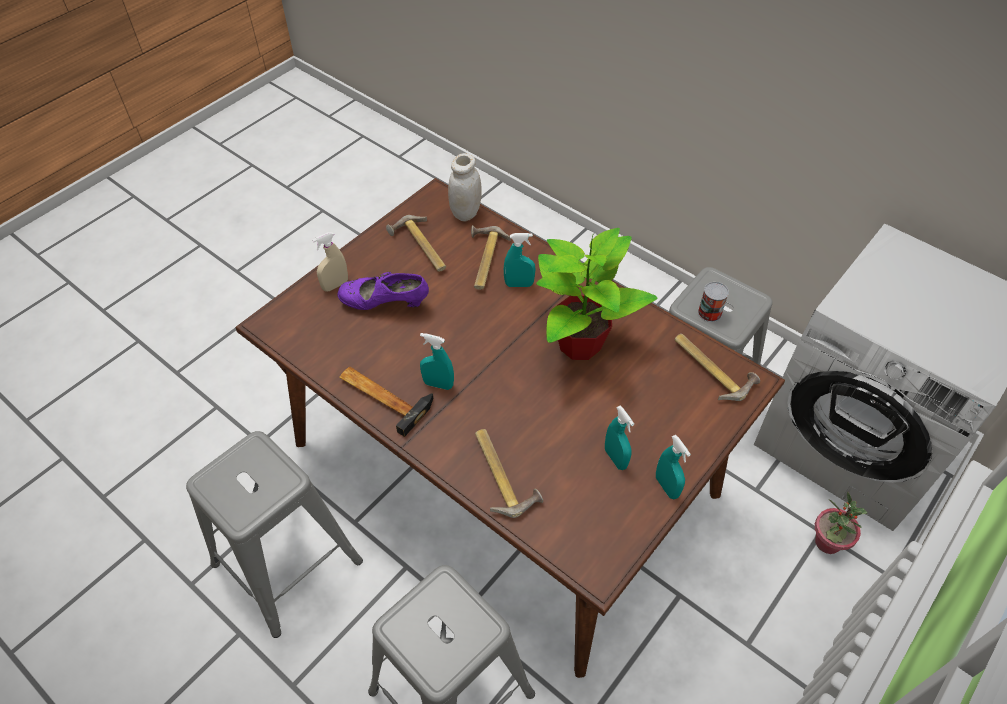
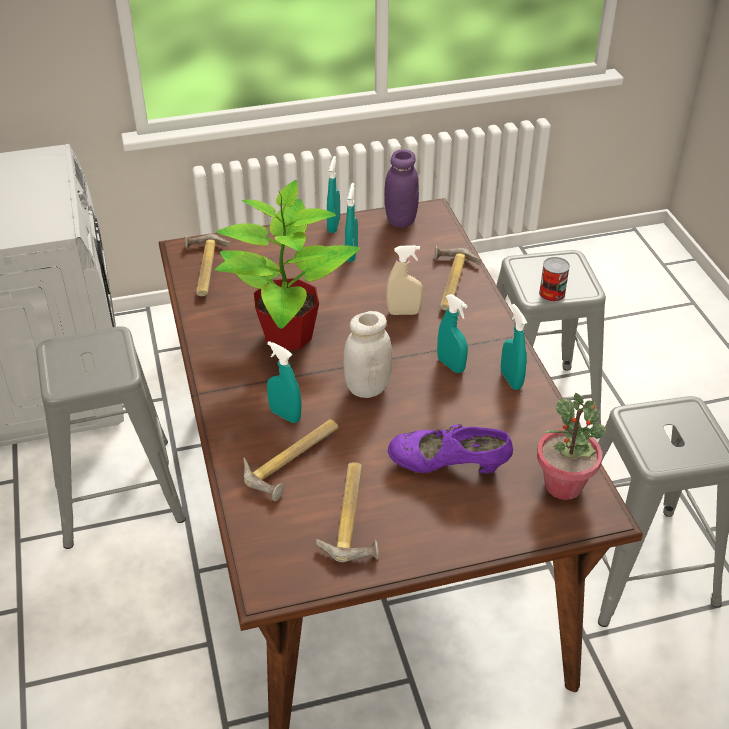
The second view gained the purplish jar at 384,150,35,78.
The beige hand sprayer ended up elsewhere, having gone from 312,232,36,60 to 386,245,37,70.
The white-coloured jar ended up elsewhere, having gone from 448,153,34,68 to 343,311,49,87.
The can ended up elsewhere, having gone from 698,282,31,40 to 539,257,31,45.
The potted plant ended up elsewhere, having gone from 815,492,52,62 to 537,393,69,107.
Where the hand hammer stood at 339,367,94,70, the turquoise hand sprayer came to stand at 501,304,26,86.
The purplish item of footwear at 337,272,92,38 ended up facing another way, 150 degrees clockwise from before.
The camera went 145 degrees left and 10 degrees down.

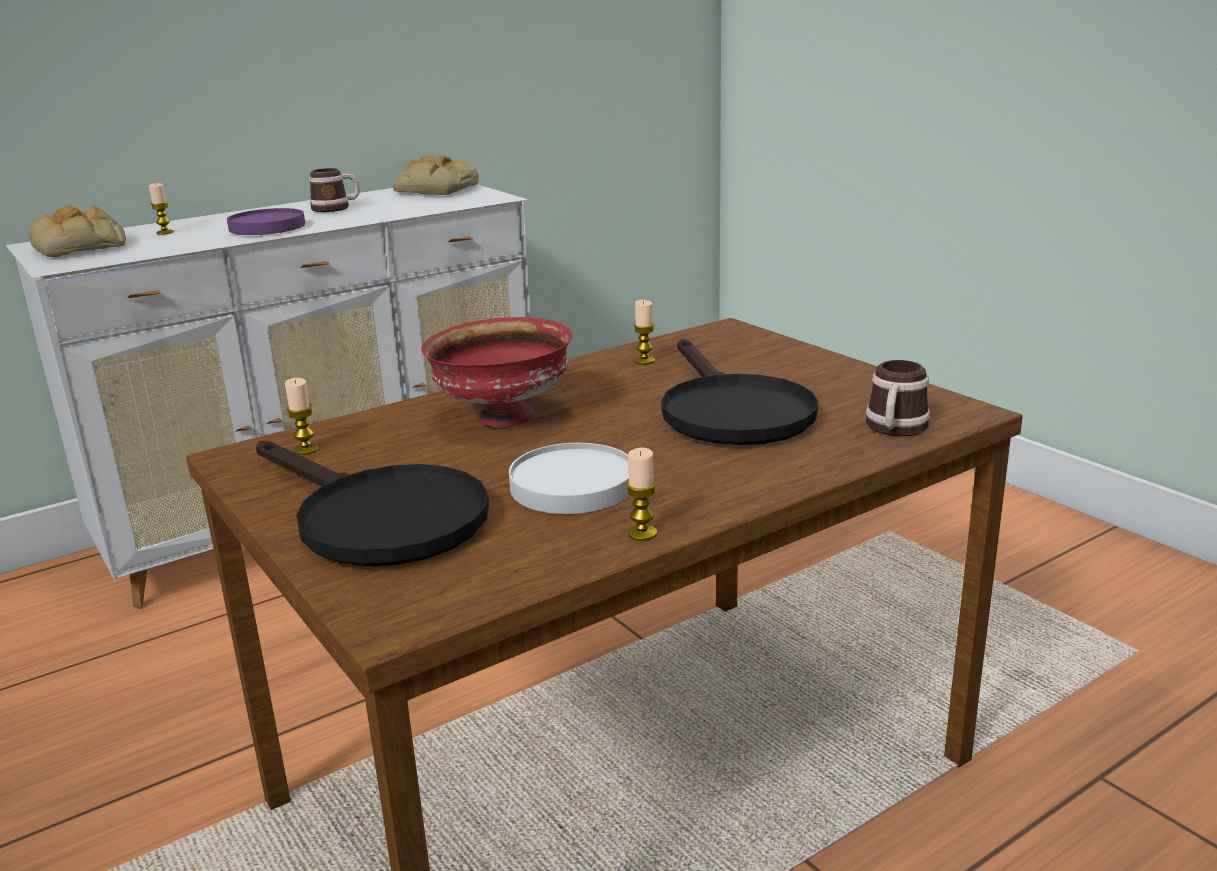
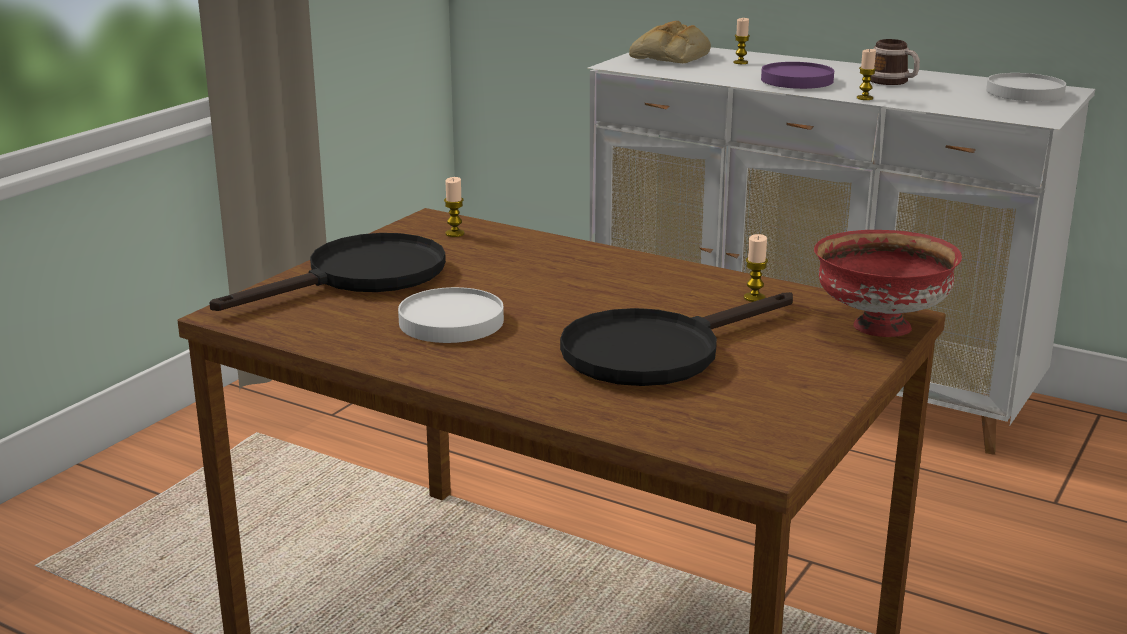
The second view lost the coffee mug at 865,360,65,76.
The red-coloured serving bowl ended up elsewhere, having gone from 421,317,151,110 to 814,230,148,107.
The wax light ended up elsewhere, having gone from 626,448,31,93 to 857,49,19,51.
Where the baked bread stood at 393,155,86,40, the white-coloured dinner plate came to stand at 986,73,80,28.
The blackish frying pan at 256,441,233,126 ended up facing another way, 150 degrees counterclockwise from before.
The camera went 65 degrees right and 0 degrees up.

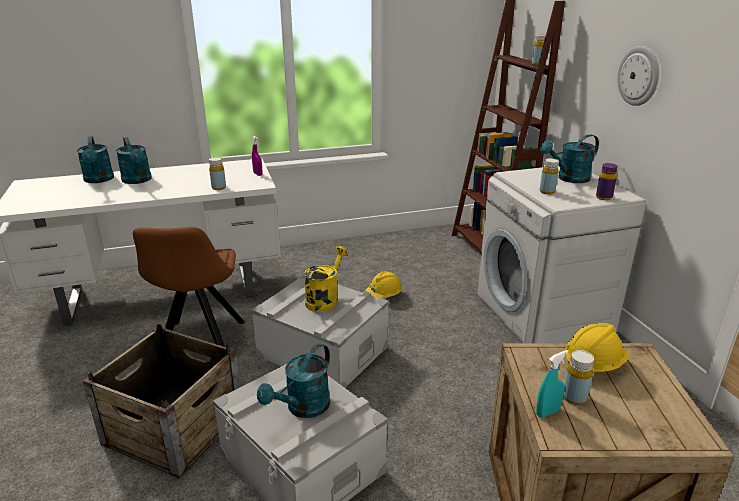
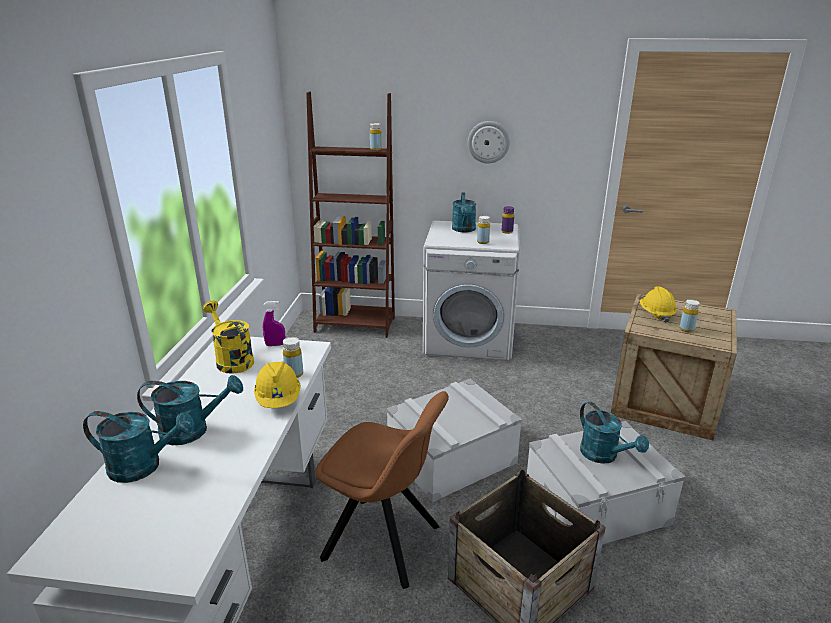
The second view lost the turquoise hand sprayer at 536,350,32,68.
The yellowish watering pot ended up elsewhere, having gone from 304,246,45,66 to 203,300,51,74.
The yellowish safety helmet ended up elsewhere, having gone from 365,271,37,28 to 254,361,47,47.
The camera went 65 degrees left and 0 degrees up.

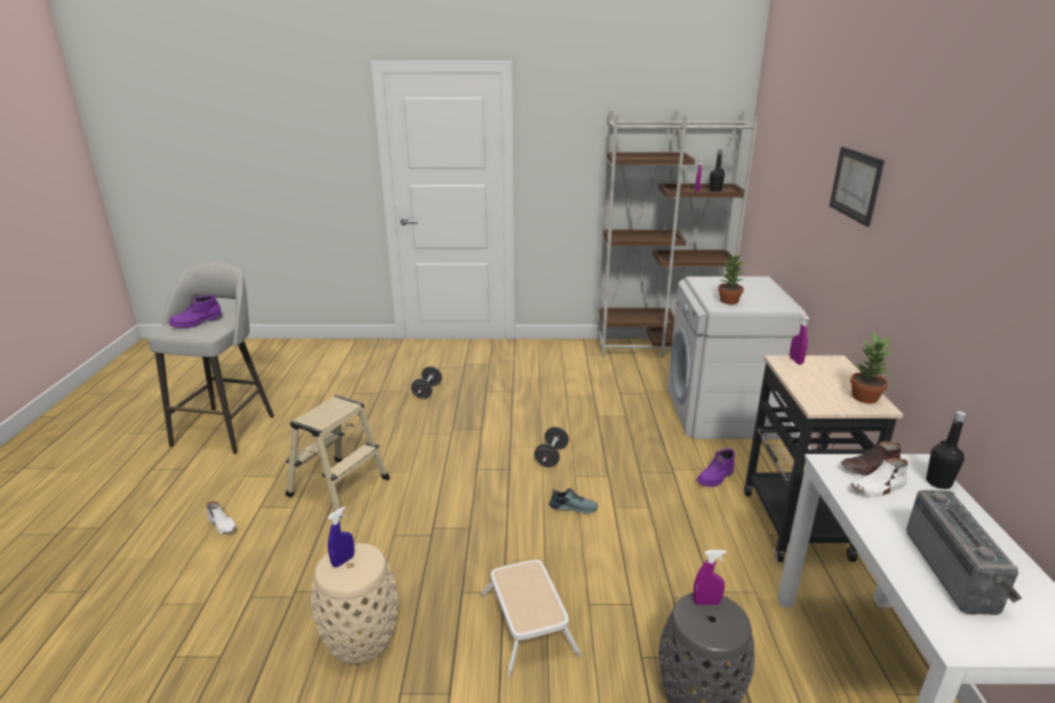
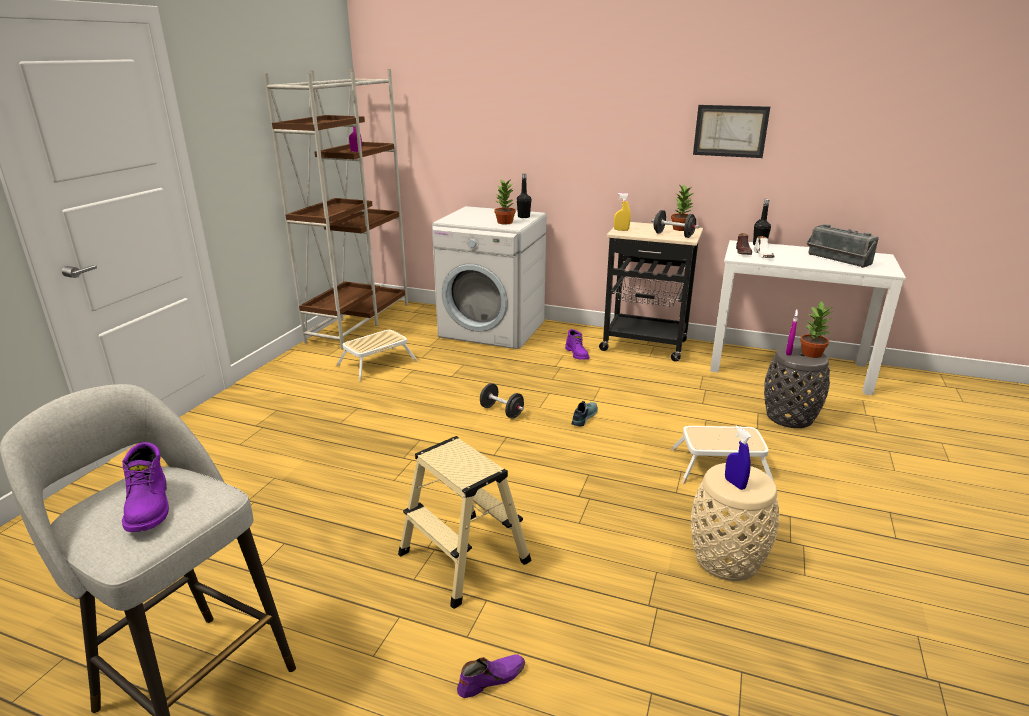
The second view gained the beige stepladder at 336,330,82,52.
The second view gained the potted plant at 800,300,33,58.
The blackish free weight ended up elsewhere, having gone from 411,366,31,33 to 651,210,48,28.
The blackish bottle ended up elsewhere, having gone from 709,149,16,42 to 517,174,14,44.
The picture ended up elsewhere, having gone from 829,147,56,80 to 693,105,77,53.
What was the white-coloured item of footwear at 206,501,31,34 turned into the purplish item of footwear at 457,654,68,44.
What was the purplish hand sprayer at 790,312,19,53 turned into the yellowish hand sprayer at 614,193,17,38.
The radio at 906,490,116,125 ended up facing another way, 150 degrees counterclockwise from before.
The camera went 70 degrees left and 0 degrees up.

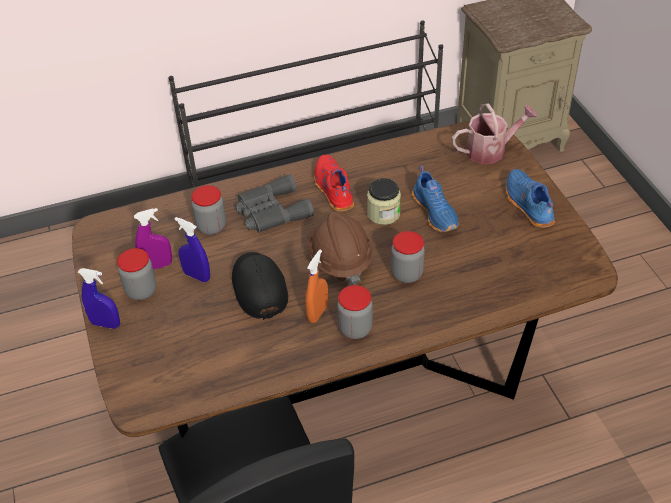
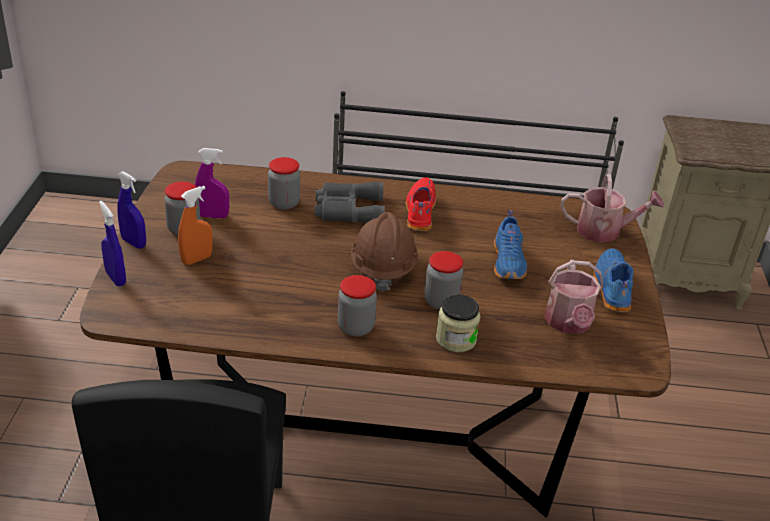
The second view lost the blackish peaked cap at 232,252,56,68.
The second view gained the watering pot at 544,260,60,74.
The blue-coloured hand sprayer ended up elsewhere, having gone from 175,217,35,65 to 99,201,27,86.
The orange-coloured hand sprayer ended up elsewhere, having gone from 305,250,23,73 to 178,186,35,79.
The jar ended up elsewhere, having gone from 367,178,34,47 to 436,295,44,57.
The camera went 20 degrees right and 10 degrees down.

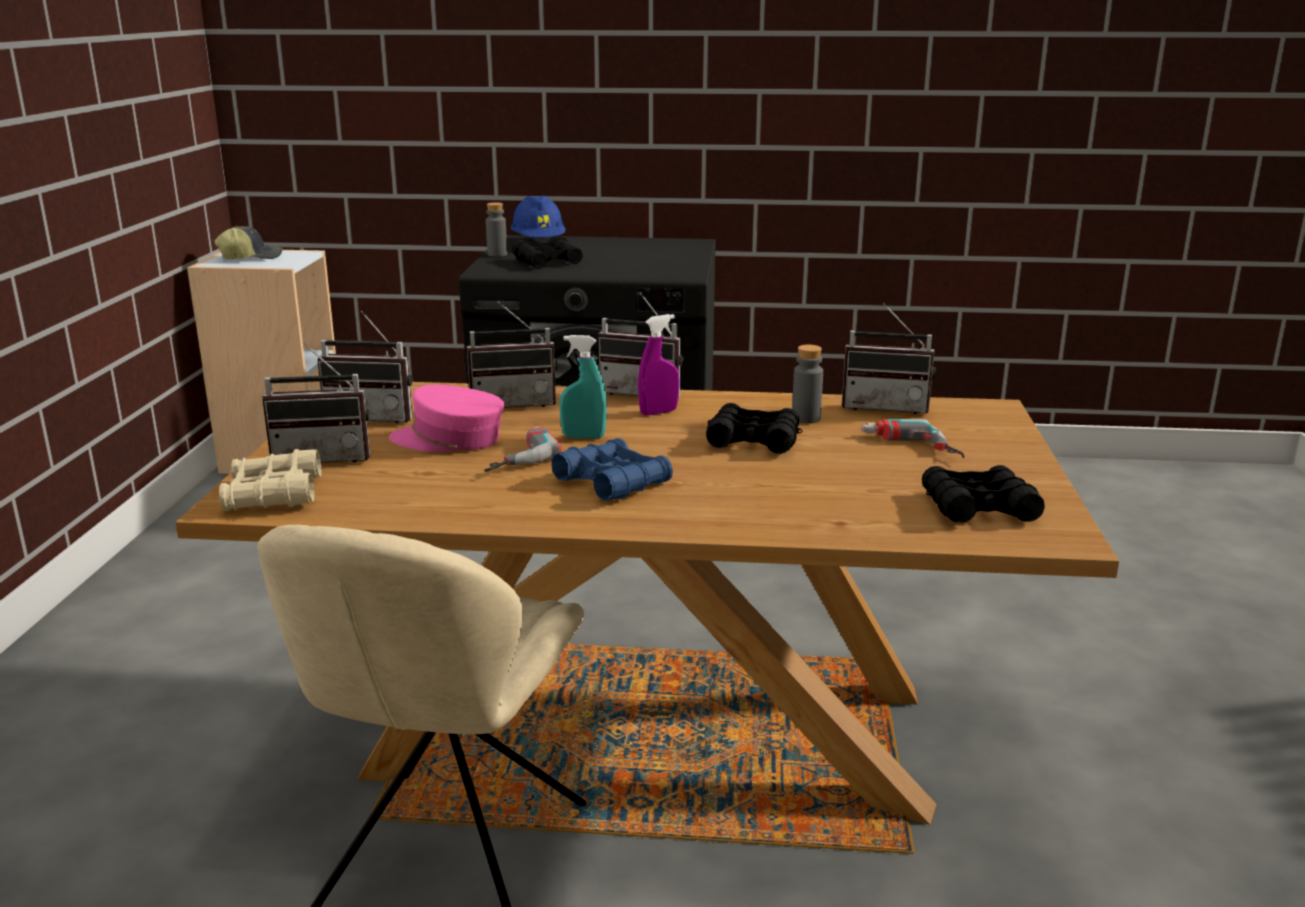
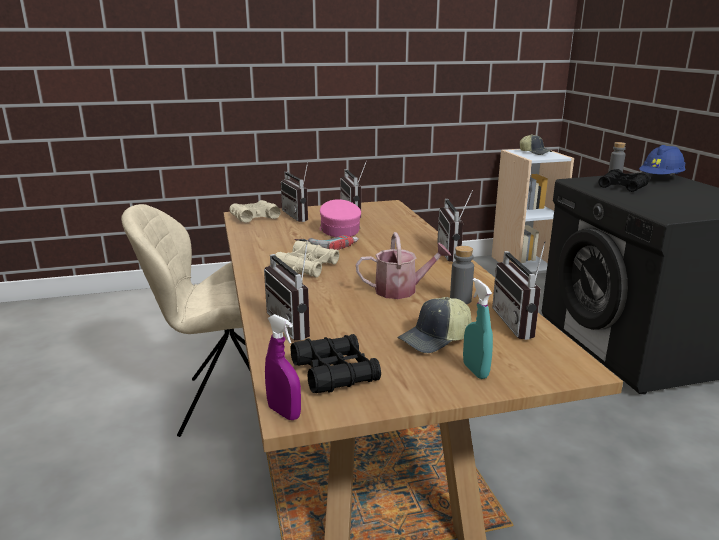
The radio ended up elsewhere, having gone from 467,301,90,107 to 264,240,46,101.
The turquoise hand sprayer ended up elsewhere, having gone from 559,335,48,104 to 463,278,30,101.
The purplish hand sprayer ended up elsewhere, having gone from 638,314,41,101 to 265,314,36,106.
Where the blackish pair of binoculars stood at 706,403,97,51, the watering pot came to stand at 356,232,95,67.
Where the power drill stood at 861,419,104,39, the peaked cap came to stand at 397,297,75,56.
What was the blue-coloured pair of binoculars at 552,438,121,63 turned into the beige pair of binoculars at 275,240,64,37.
The camera went 70 degrees right and 0 degrees up.

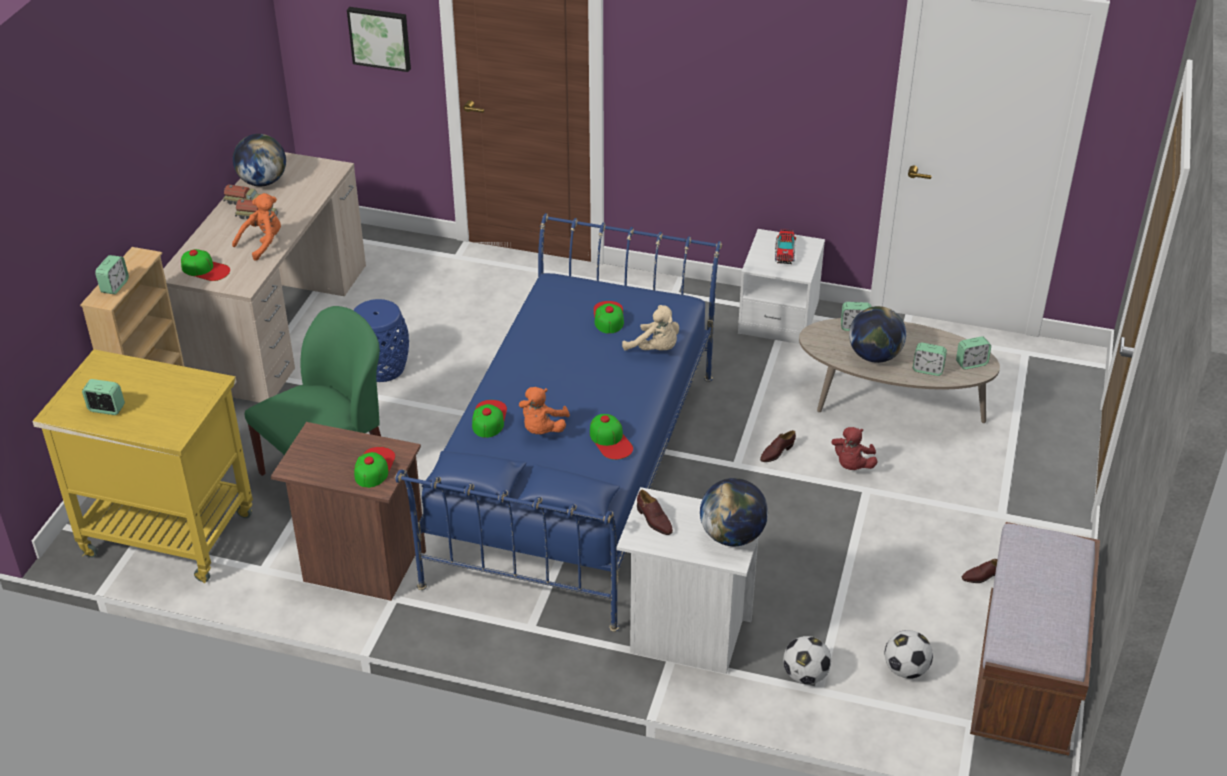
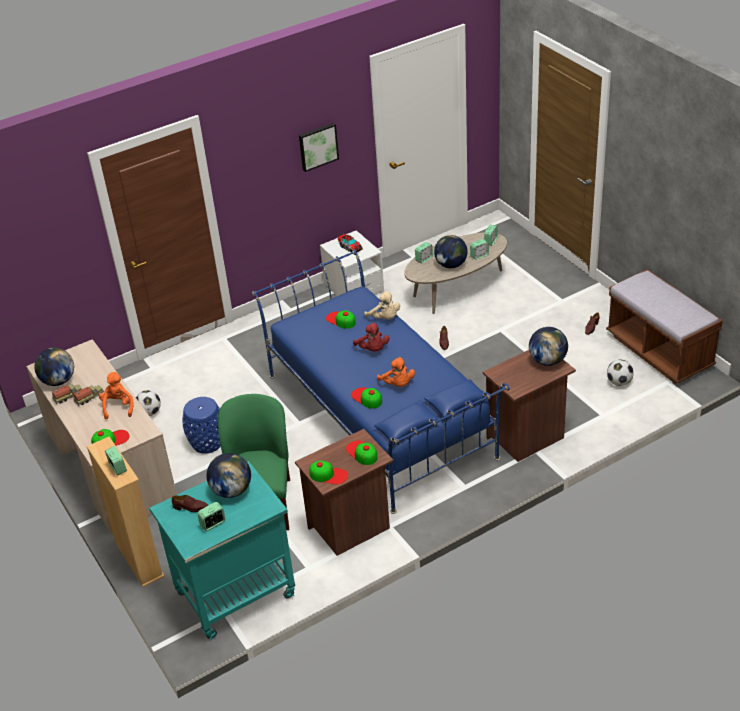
The second view gained the world globe at 206,453,45,45.
The picture ended up elsewhere, having gone from 347,7,64,65 to 299,123,40,49.
The peaked cap ended up elsewhere, having gone from 590,414,43,46 to 309,461,39,23.
The brown item of footwear ended up elsewhere, having gone from 637,490,36,45 to 172,495,36,17.
The football ended up elsewhere, having gone from 783,636,48,48 to 136,390,25,26.
The red-coloured cuddly toy ended up elsewhere, having gone from 832,427,45,43 to 353,322,36,30.
What was the yellowish trolley at 32,349,221,234 turned into the turquoise trolley at 150,461,145,179.
What was the white-coloured night table at 617,487,142,187 turned into the brown night table at 483,350,93,112.
The beige cuddly toy at 622,305,57,46 ended up facing another way, 60 degrees clockwise from before.
The camera went 45 degrees left and 0 degrees up.

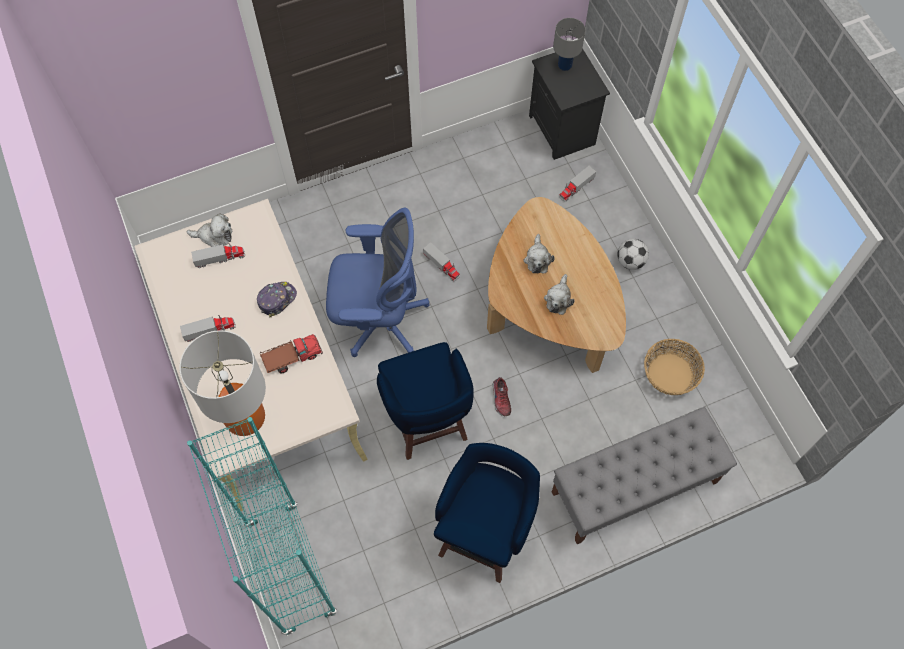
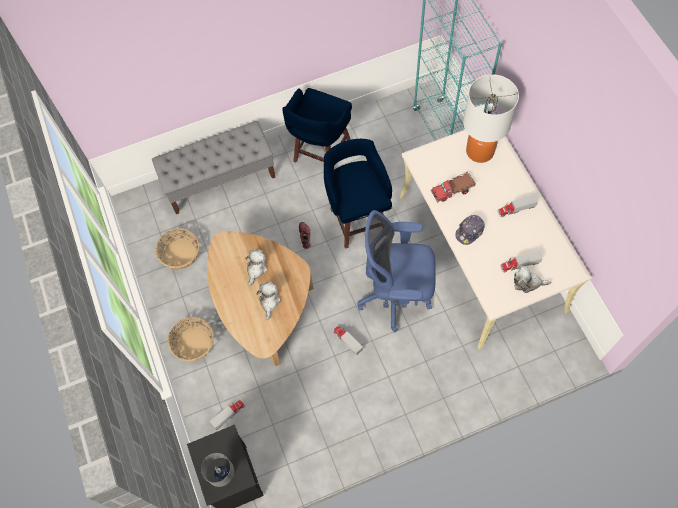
Where the football stood at 617,239,32,31, the basket came to stand at 168,317,46,45.
The camera went 175 degrees left and 0 degrees up.

